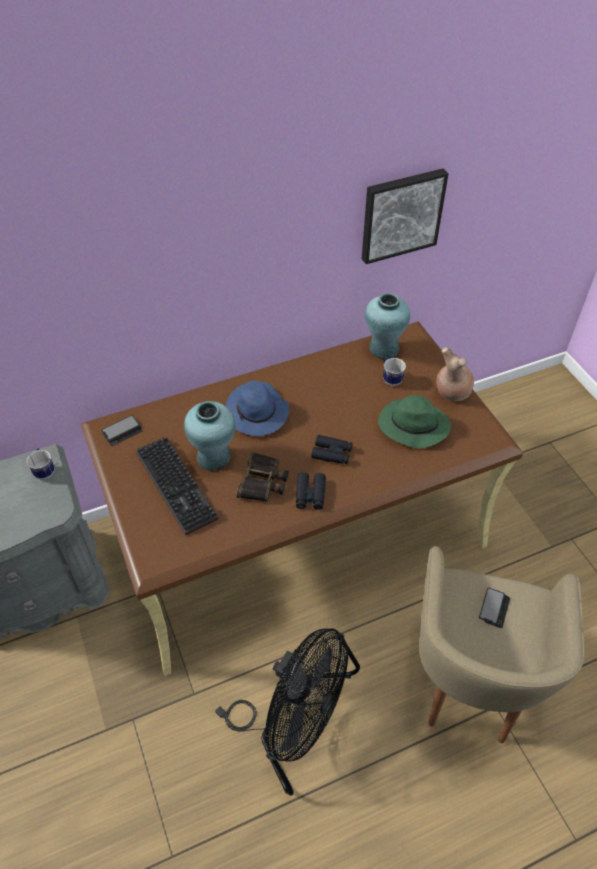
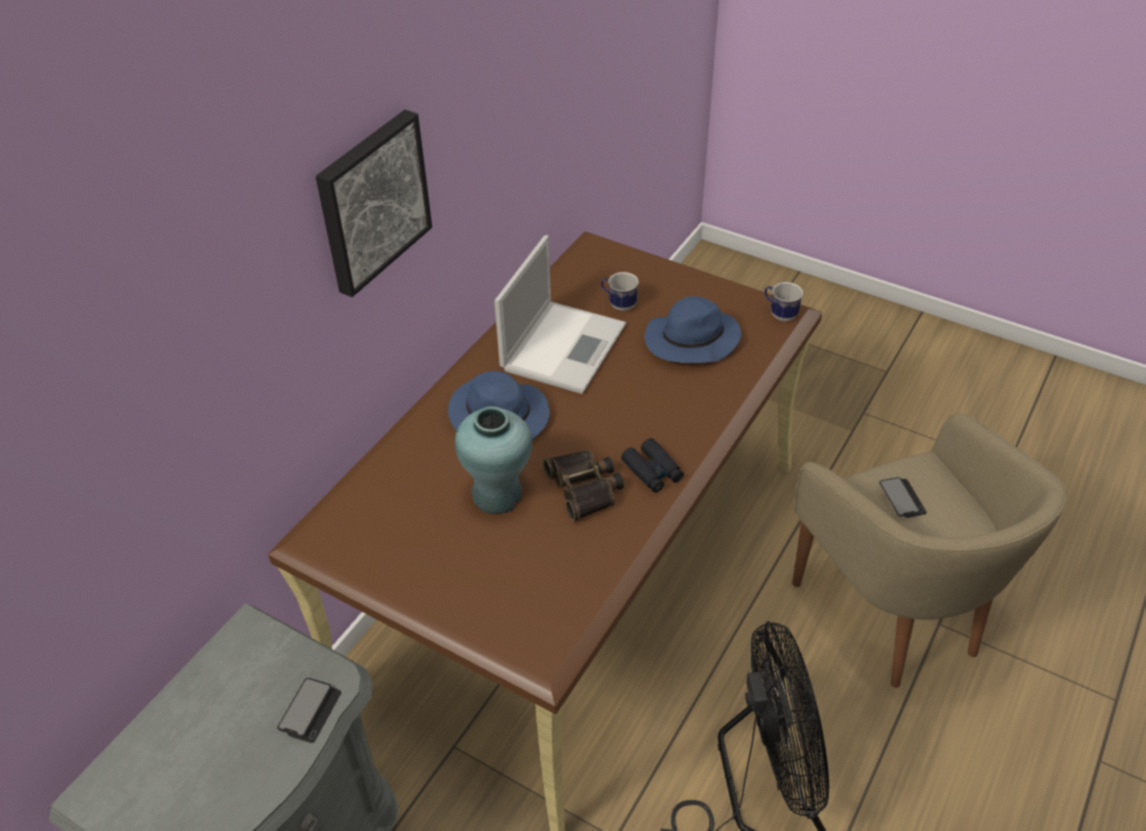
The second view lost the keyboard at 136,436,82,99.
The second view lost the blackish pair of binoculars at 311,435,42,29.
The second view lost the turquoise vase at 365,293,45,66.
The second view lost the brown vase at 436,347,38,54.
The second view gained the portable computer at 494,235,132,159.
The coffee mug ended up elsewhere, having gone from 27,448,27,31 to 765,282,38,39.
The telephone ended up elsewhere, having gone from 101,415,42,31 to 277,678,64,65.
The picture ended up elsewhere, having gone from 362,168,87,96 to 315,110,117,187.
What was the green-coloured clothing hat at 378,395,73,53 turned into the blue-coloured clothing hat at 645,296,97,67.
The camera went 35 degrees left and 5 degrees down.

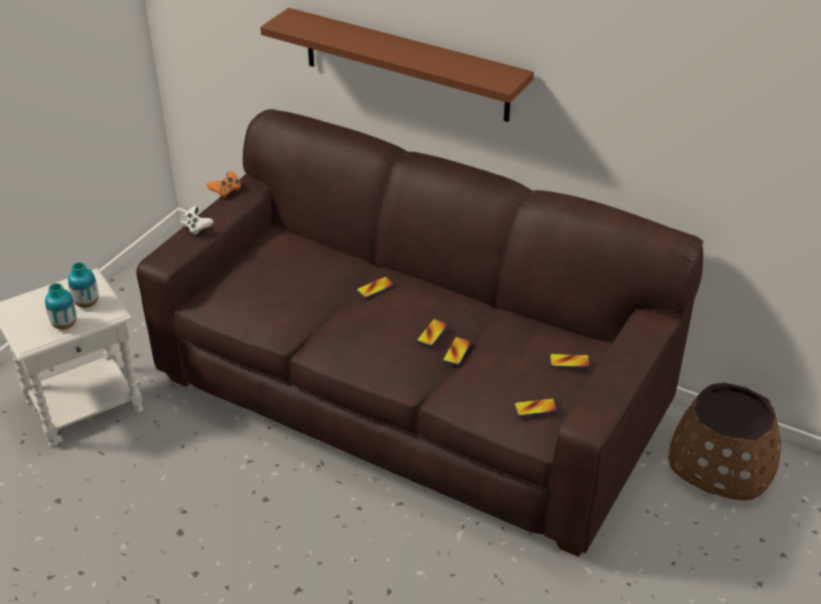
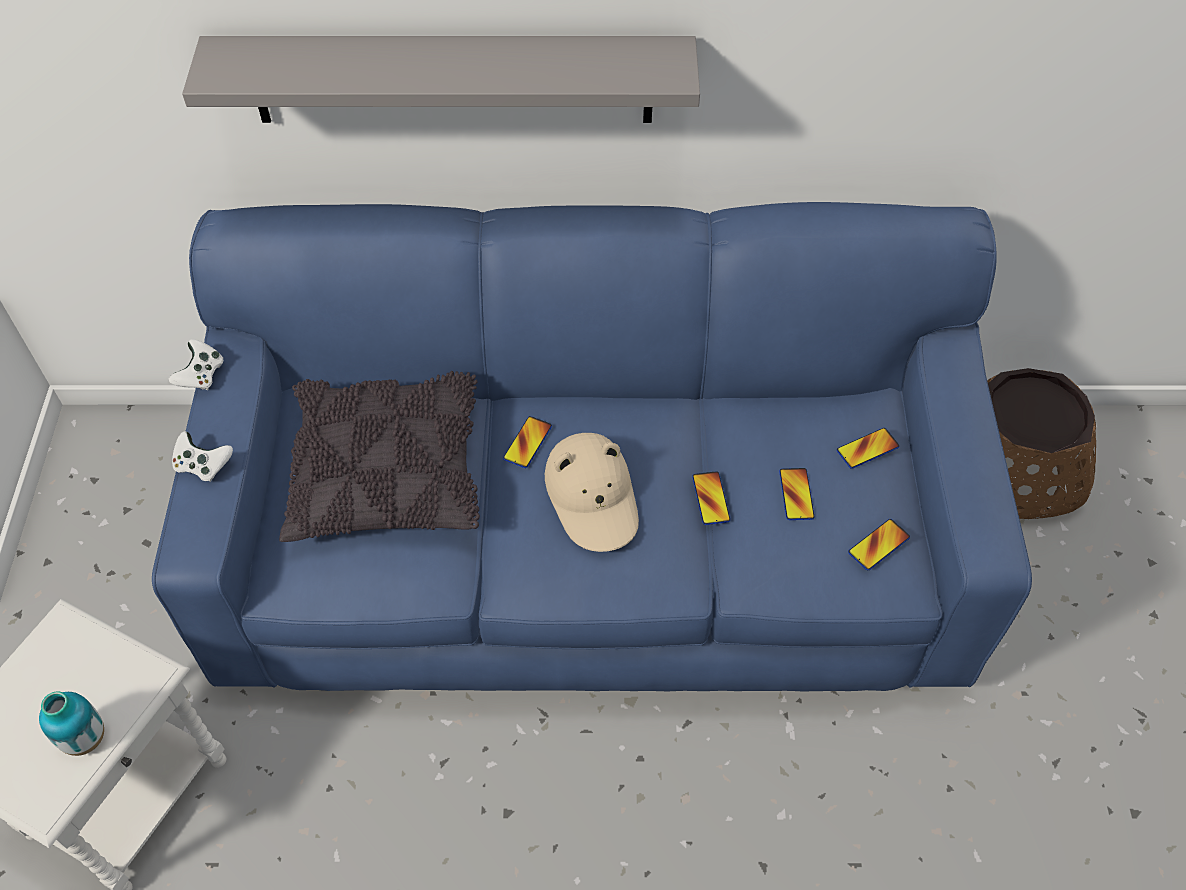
The second view lost the vase at 68,262,31,46.
The second view gained the blackish pillow at 279,371,201,171.
The second view gained the beige clothing hat at 545,433,94,119.
The telephone ended up elsewhere, having gone from 416,319,33,28 to 779,468,36,52.
What was the brown couch at 136,109,567,448 turned into the blue-coloured couch at 152,202,880,489.
What was the orange-coloured joypad at 206,171,35,27 turned into the white-coloured joypad at 168,339,55,51.
What was the brown shelf at 260,8,274,114 turned into the gray shelf at 182,36,518,87.
The camera went 30 degrees left and 15 degrees up.

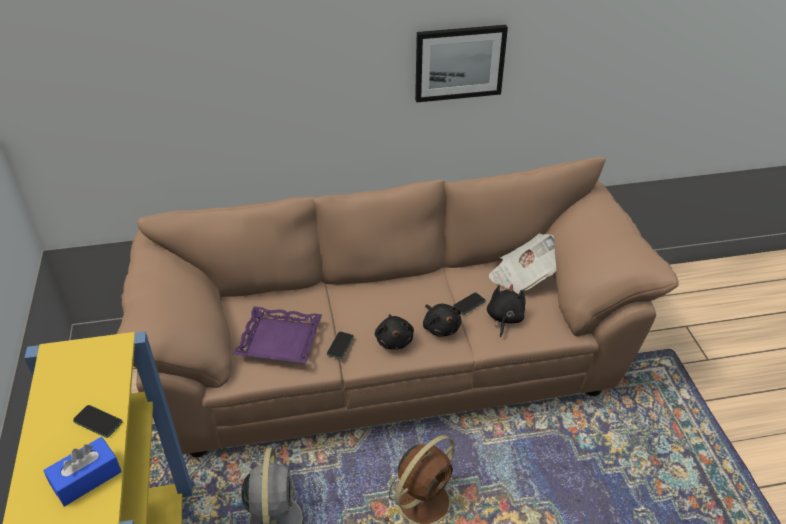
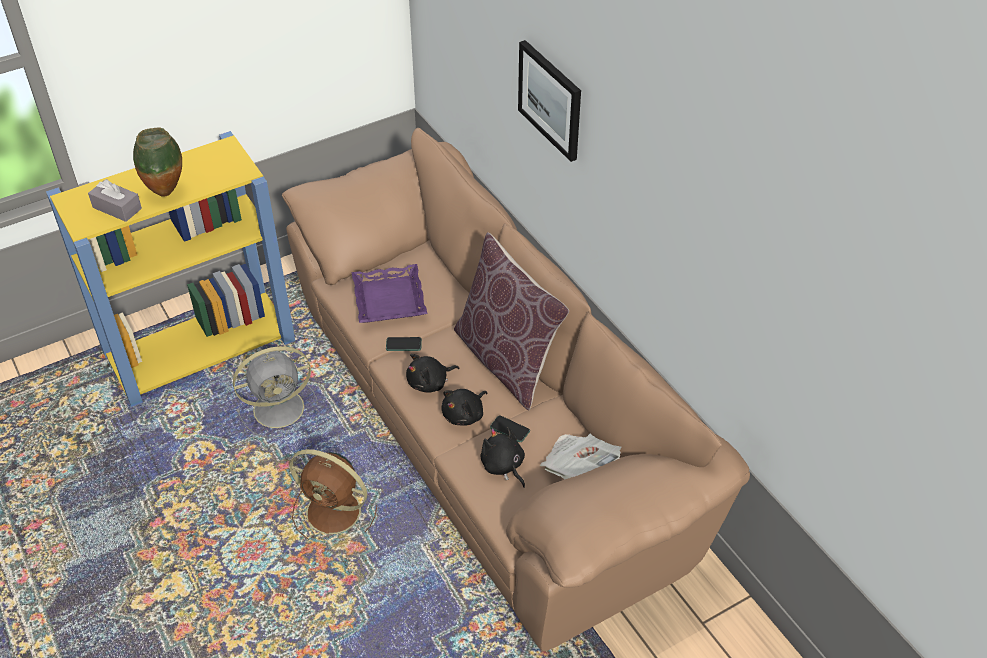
The second view gained the brown pillow at 454,232,115,179.
The picture ended up elsewhere, having gone from 415,25,93,77 to 518,40,63,122.
Where the telephone stood at 73,405,50,33, the vase came to stand at 133,127,49,70.
What was the blue-coloured box of tissues at 43,437,79,69 turned into the gray box of tissues at 88,179,54,43.
The blackish cuddly toy at 487,284,39,54 ended up facing another way, 120 degrees counterclockwise from before.
The camera went 70 degrees right and 5 degrees up.

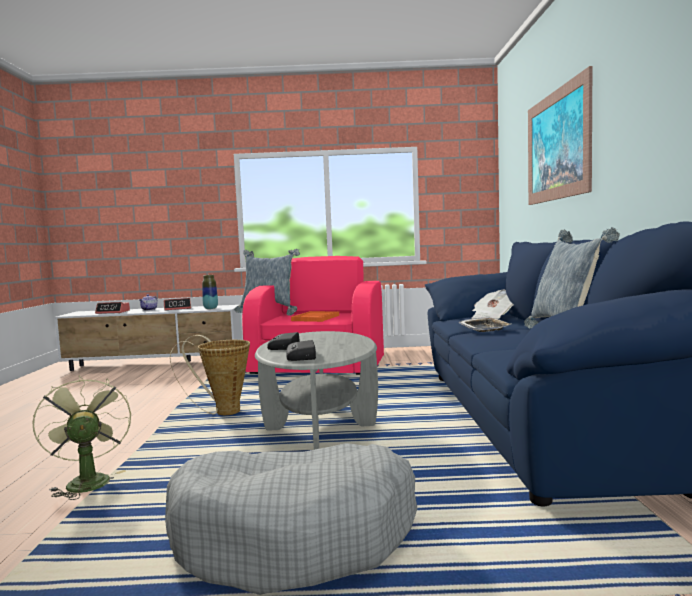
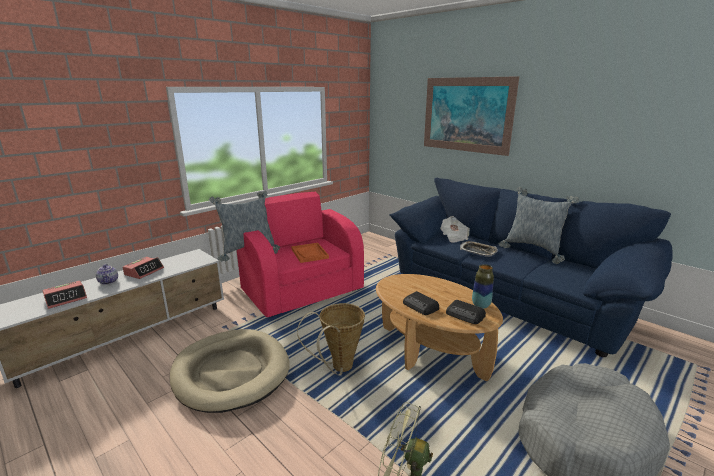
The second view gained the beige dog bed at 170,329,120,84.
The vase ended up elsewhere, having gone from 202,275,16,34 to 472,264,22,45.
What was the gray lounge table at 255,331,123,119 turned into the brown lounge table at 376,274,127,107.
The camera went 45 degrees left and 15 degrees up.

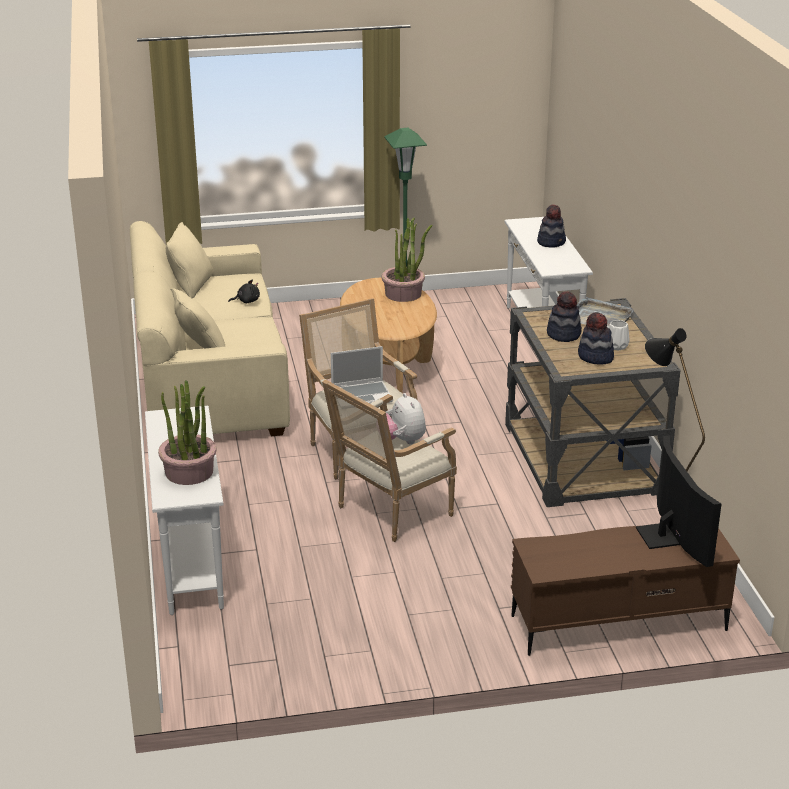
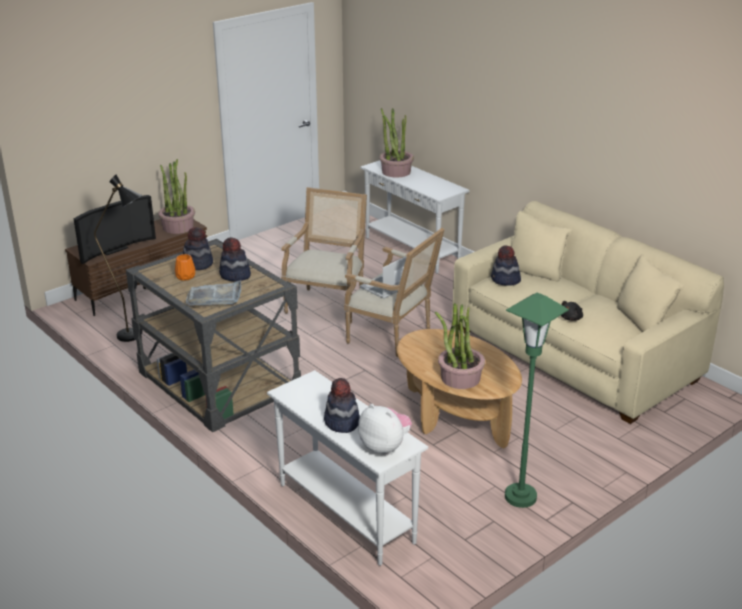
The second view gained the potted plant at 158,159,37,75.
The second view gained the clothing hat at 491,245,30,41.
The cuddly toy ended up elsewhere, having gone from 386,393,40,51 to 358,404,54,51.
What was the white-coloured vase at 609,320,21,30 turned into the orange-coloured vase at 175,254,20,27.
The TV at 636,435,86,132 ended up facing another way, 90 degrees counterclockwise from before.
The camera went 150 degrees right and 0 degrees up.

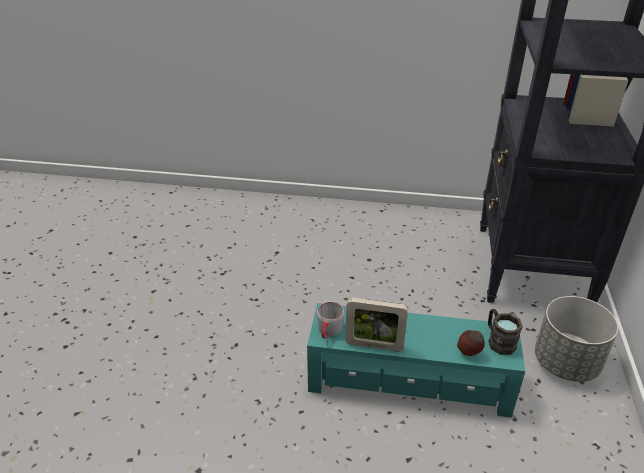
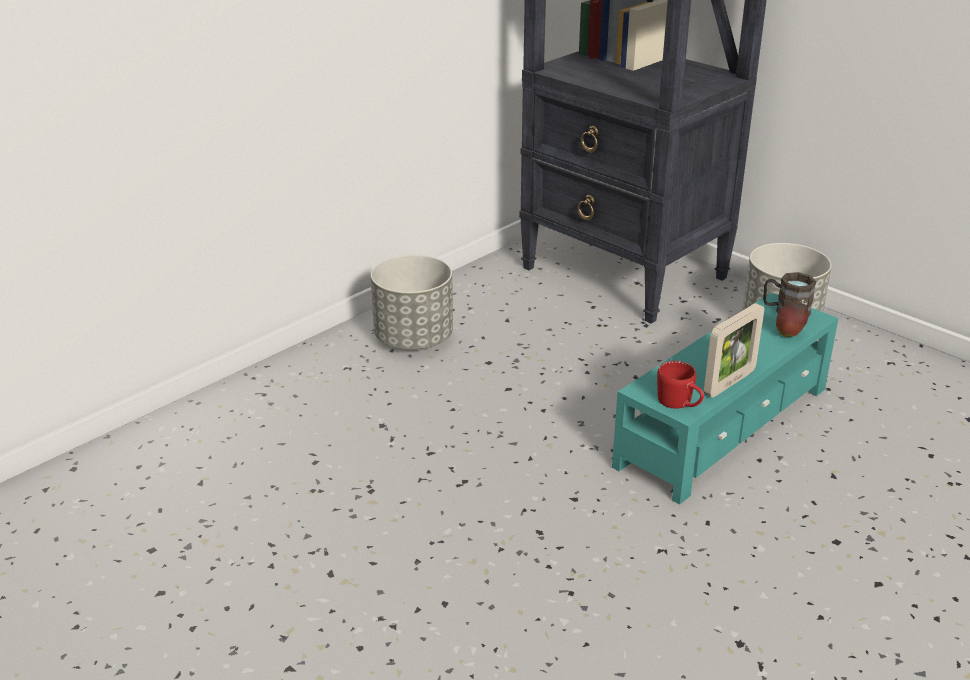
The second view gained the gray flower pot at 371,255,82,94.
What was the gray coffee mug at 317,302,27,37 turned into the red-coloured coffee mug at 657,361,47,48.
The camera went 55 degrees left and 5 degrees down.

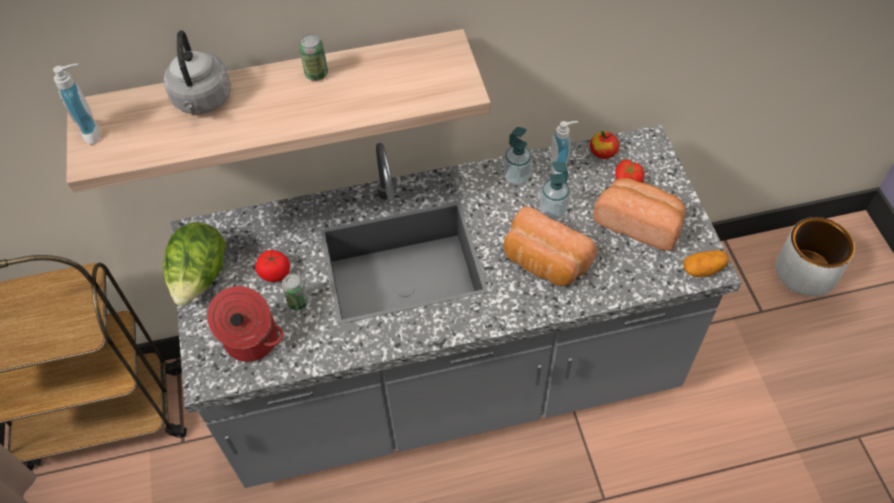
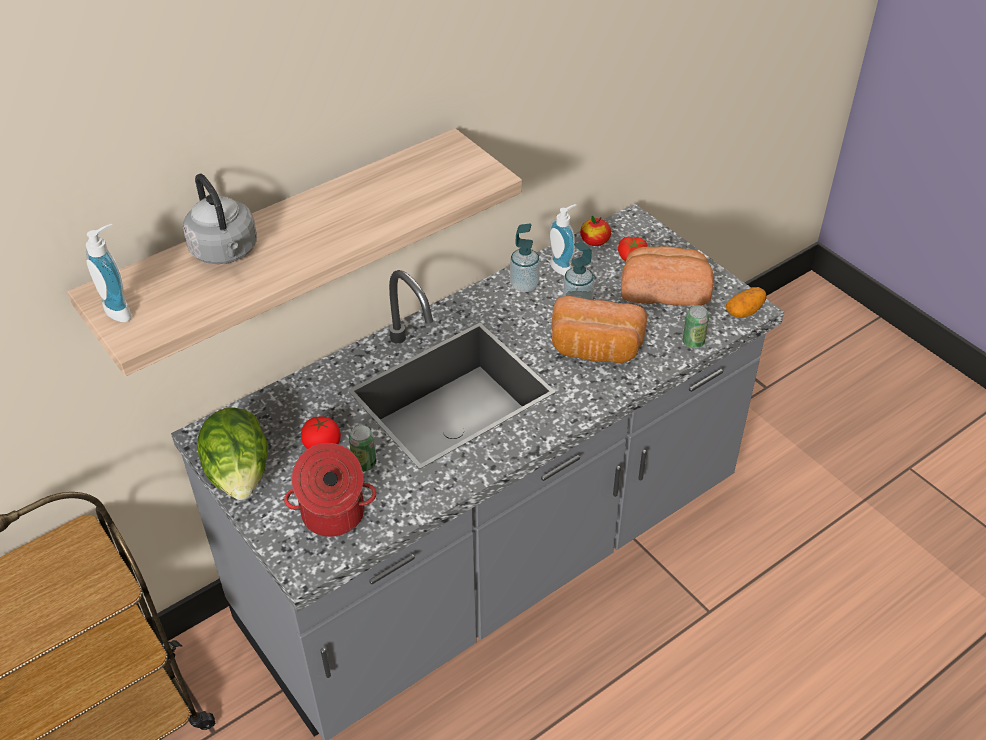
The second view lost the white-coloured flower pot at 776,217,79,80.
The can ended up elsewhere, having gone from 299,34,29,47 to 683,305,26,43.
The camera went 25 degrees left and 10 degrees down.

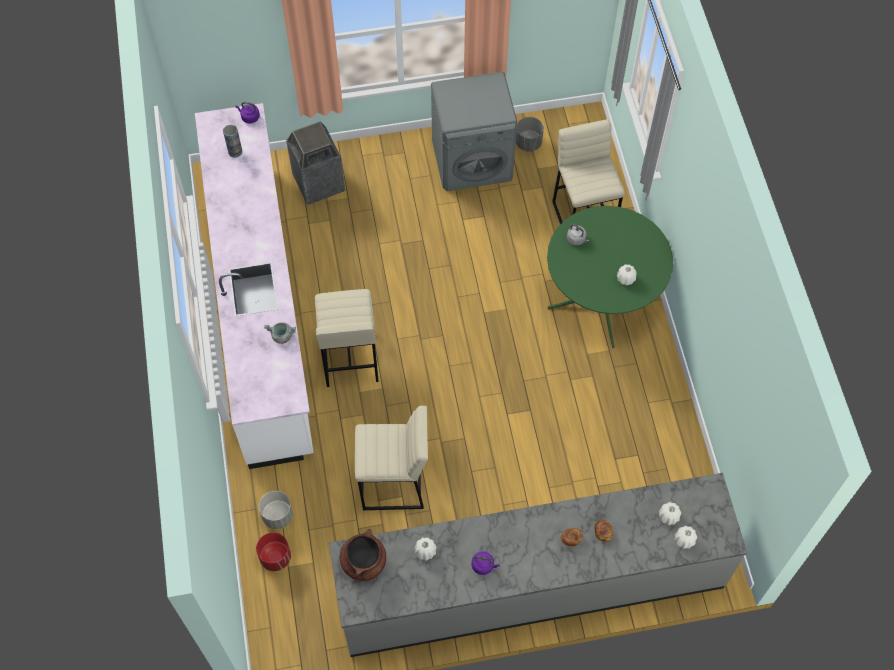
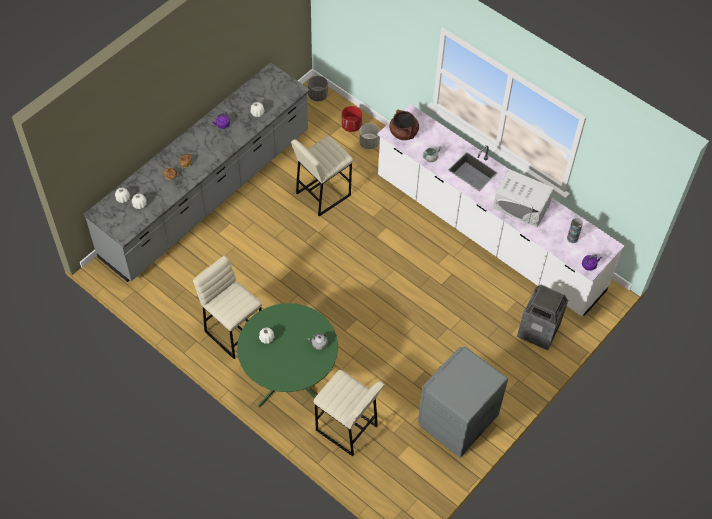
The second view gained the white-coloured microwave oven at 493,169,61,58.
The beige sitting stool ended up elsewhere, having gone from 315,289,64,98 to 193,256,69,103.
The brown stockpot ended up elsewhere, having gone from 340,529,46,52 to 389,110,30,30.
The gray flower pot ended up elsewhere, having gone from 516,117,28,35 to 308,76,20,25.
The camera went 140 degrees right and 5 degrees down.

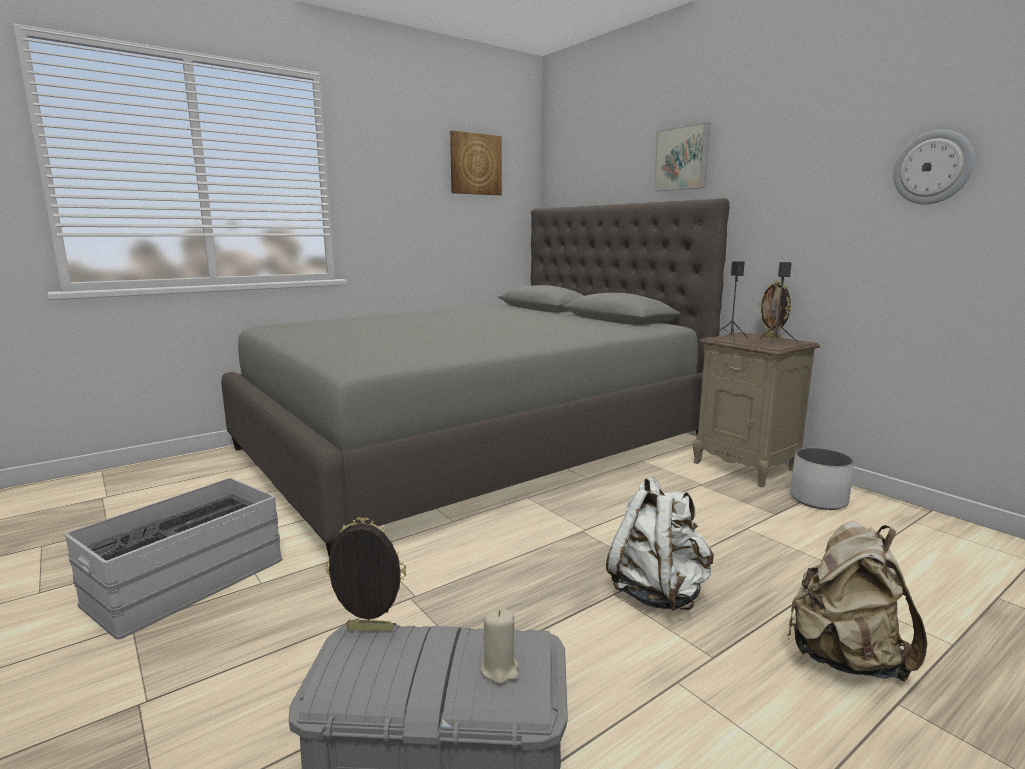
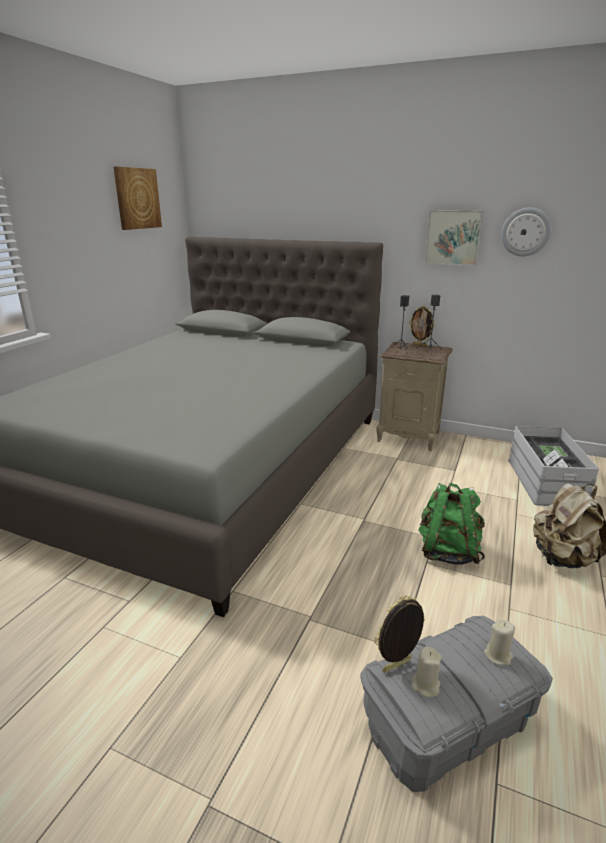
The second view lost the white-coloured flower pot at 790,448,64,62.
The second view gained the beige wax light at 411,646,31,52.
The gray storage bin ended up elsewhere, having gone from 65,478,217,161 to 509,426,90,80.
The picture ended up elsewhere, having gone from 653,122,57,69 to 425,210,59,56.
What was the white-coloured backpack at 606,476,108,135 turned into the green-coloured backpack at 418,483,67,82.
The camera went 30 degrees left and 10 degrees up.

